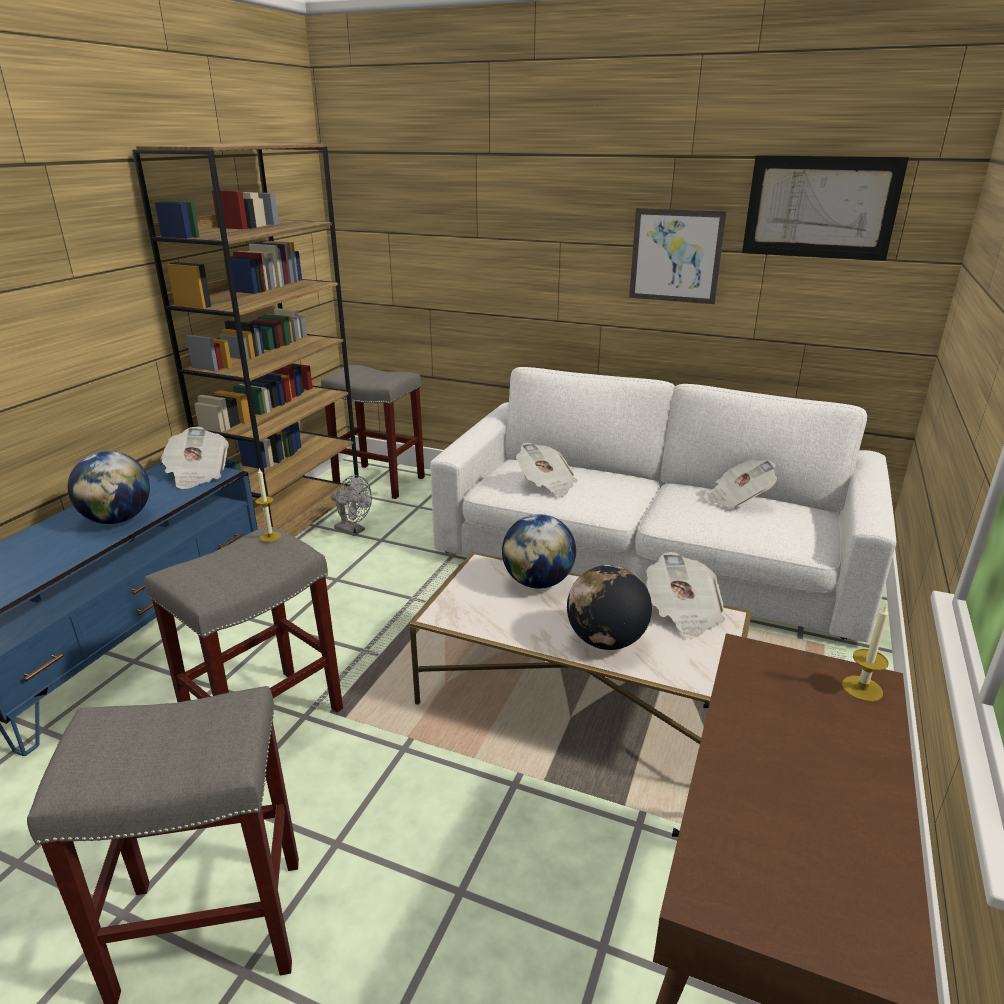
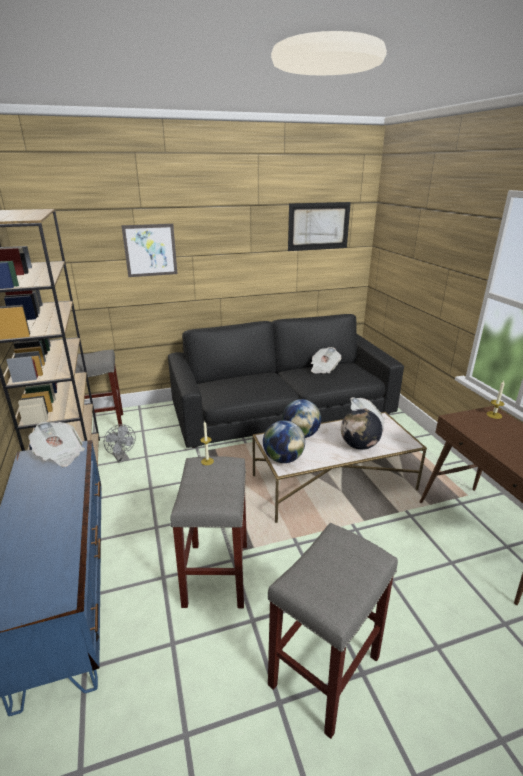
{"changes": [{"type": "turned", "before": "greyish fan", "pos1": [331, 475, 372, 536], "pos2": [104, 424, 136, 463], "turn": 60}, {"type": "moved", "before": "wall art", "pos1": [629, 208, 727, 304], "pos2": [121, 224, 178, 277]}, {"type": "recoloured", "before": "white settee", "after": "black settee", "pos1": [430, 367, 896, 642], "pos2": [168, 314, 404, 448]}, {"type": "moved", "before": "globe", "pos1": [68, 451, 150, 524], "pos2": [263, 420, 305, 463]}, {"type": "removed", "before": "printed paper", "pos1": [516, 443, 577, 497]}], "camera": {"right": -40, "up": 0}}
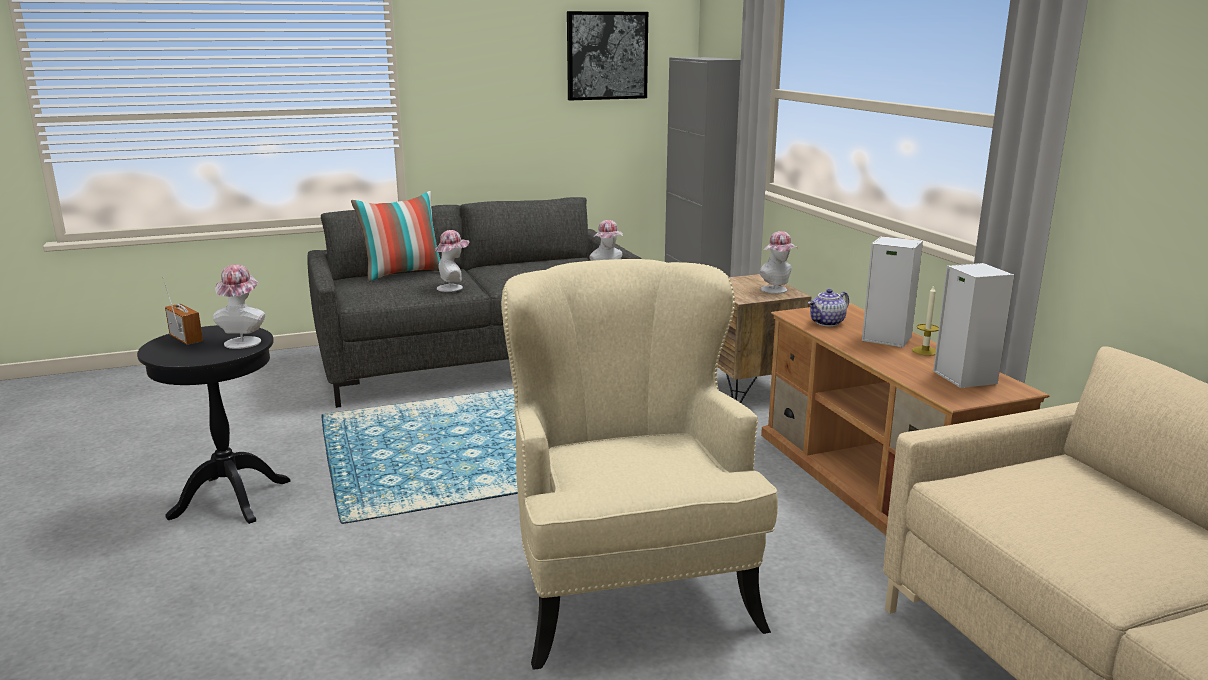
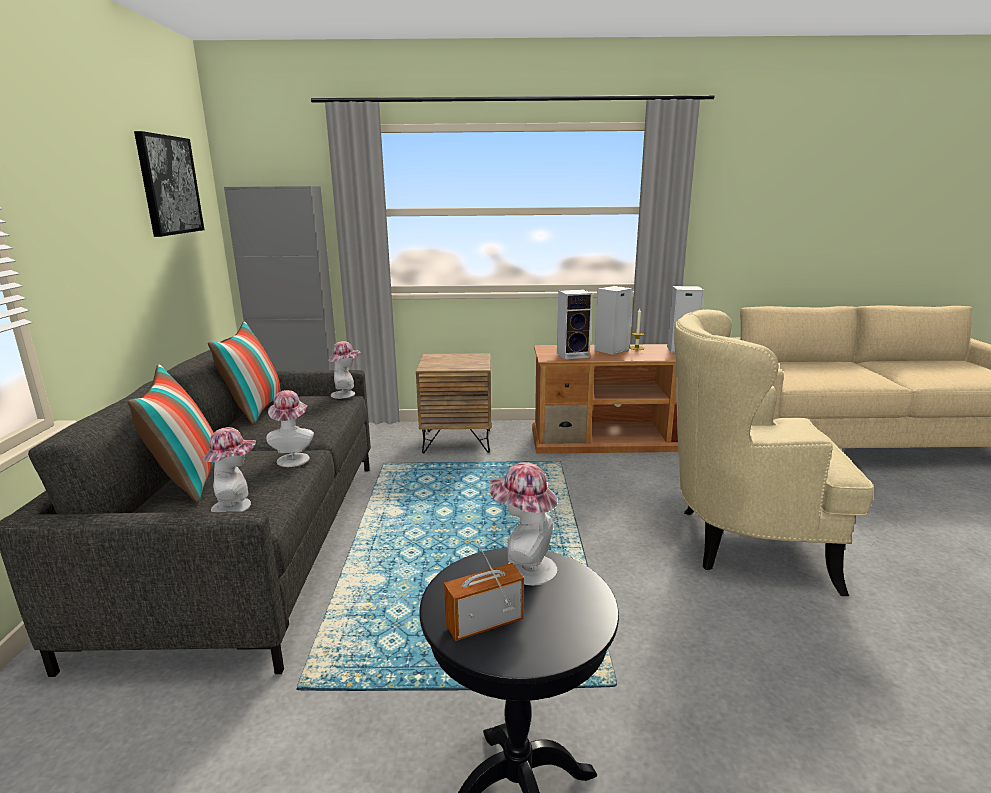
{"changes": [{"type": "moved", "before": "clothing hat", "pos1": [759, 231, 798, 294], "pos2": [203, 427, 256, 512]}, {"type": "added", "after": "throw pillow", "pos2": [208, 321, 281, 424]}, {"type": "replaced", "before": "tea pot", "after": "speaker", "pos1": [808, 289, 849, 327], "pos2": [557, 289, 593, 360]}], "camera": {"right": -70, "up": 0}}
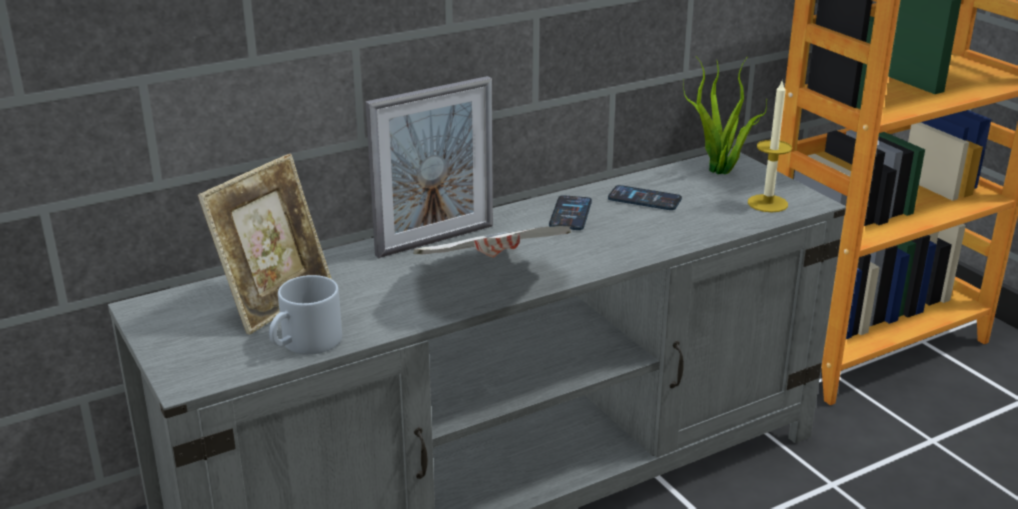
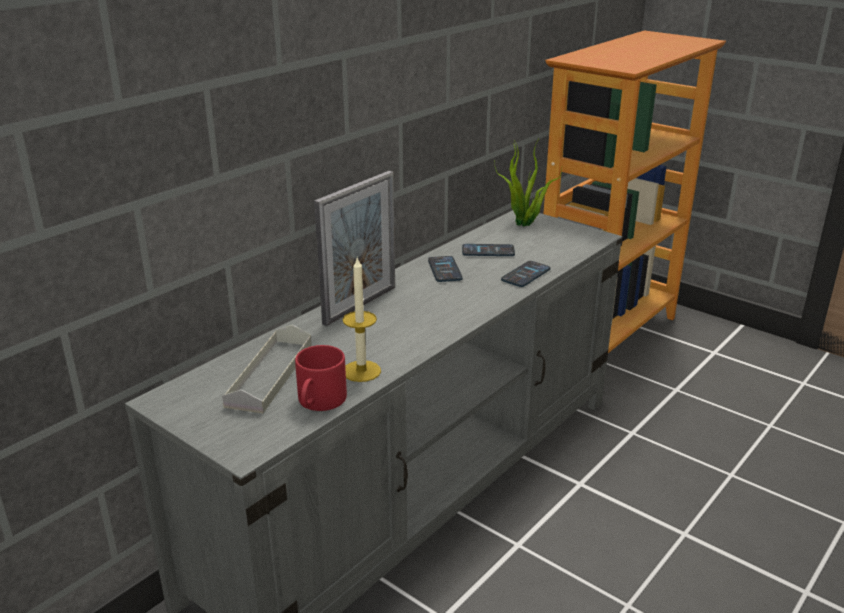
{"changes": [{"type": "replaced", "before": "picture frame", "after": "greyish tray", "pos1": [198, 153, 332, 335], "pos2": [222, 324, 312, 413]}, {"type": "recoloured", "before": "greyish coffee mug", "after": "red coffee mug", "pos1": [269, 275, 342, 355], "pos2": [295, 345, 347, 411]}, {"type": "moved", "before": "candle", "pos1": [748, 79, 792, 212], "pos2": [343, 258, 381, 382]}, {"type": "added", "after": "phone", "pos2": [501, 261, 550, 287]}, {"type": "removed", "before": "printed paper", "pos1": [413, 226, 572, 258]}], "camera": {"right": -20, "up": 0}}
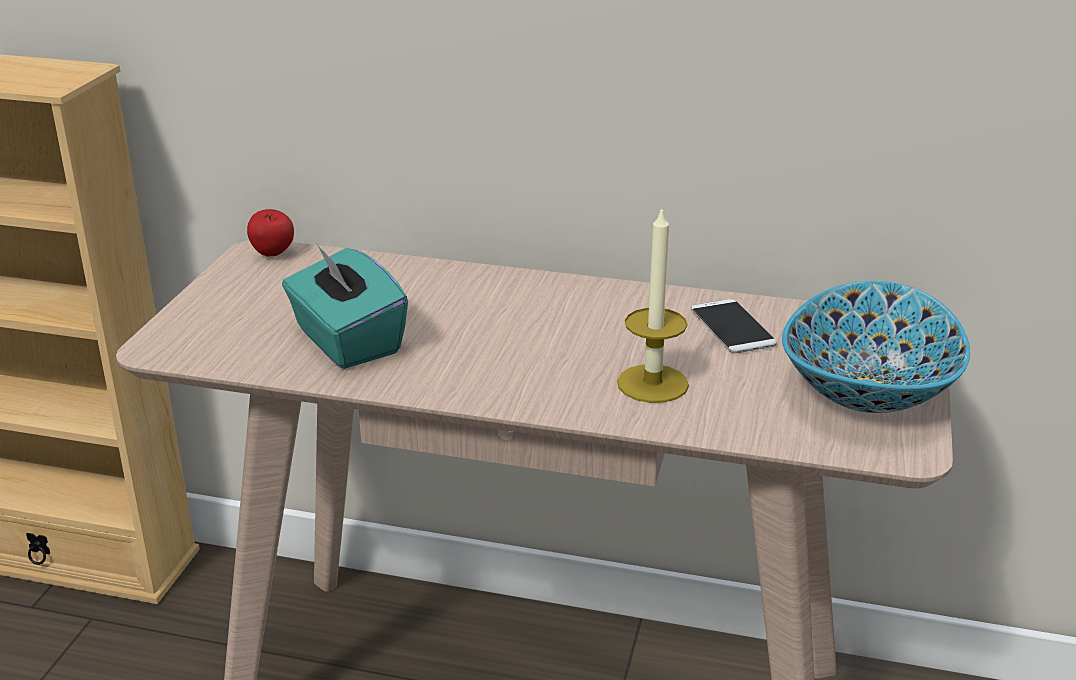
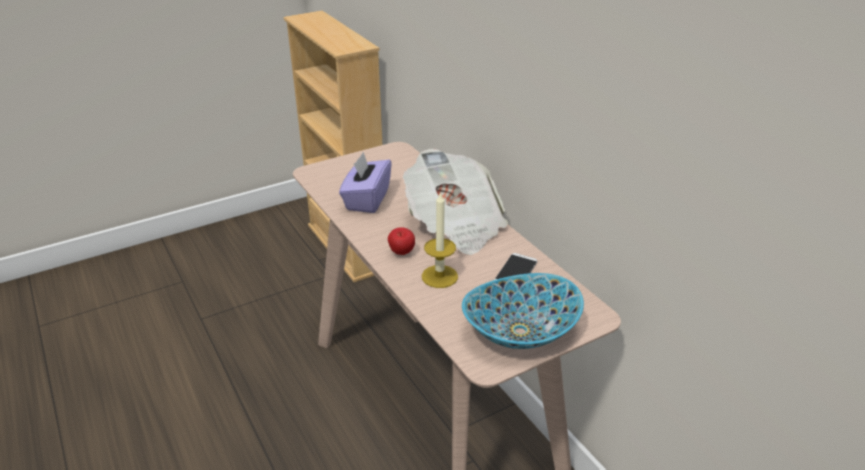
{"changes": [{"type": "recoloured", "before": "turquoise-coloured box of tissues", "after": "purple-coloured box of tissues", "pos1": [282, 242, 408, 369], "pos2": [339, 152, 392, 213]}, {"type": "moved", "before": "apple fruit", "pos1": [247, 209, 294, 256], "pos2": [388, 227, 415, 255]}, {"type": "added", "after": "printed paper", "pos2": [403, 149, 508, 255]}], "camera": {"right": 45, "up": 5}}
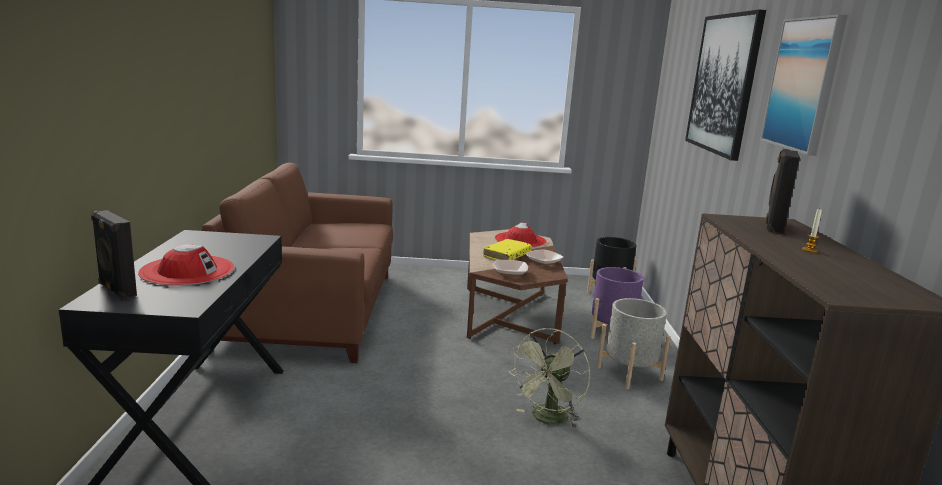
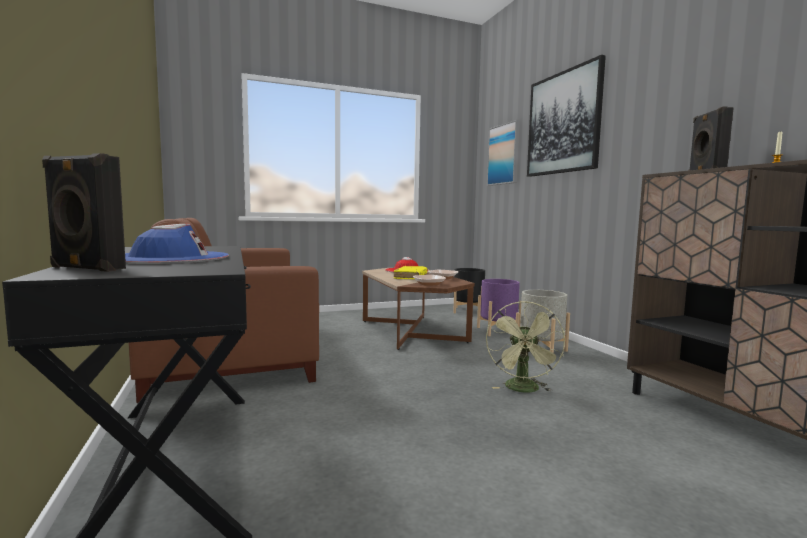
{"changes": [{"type": "recoloured", "before": "red clothing hat", "after": "blue-coloured clothing hat", "pos1": [138, 244, 235, 286], "pos2": [125, 224, 229, 264]}, {"type": "moved", "before": "wall art", "pos1": [760, 14, 848, 156], "pos2": [487, 120, 520, 186]}], "camera": {"right": -20, "up": -10}}
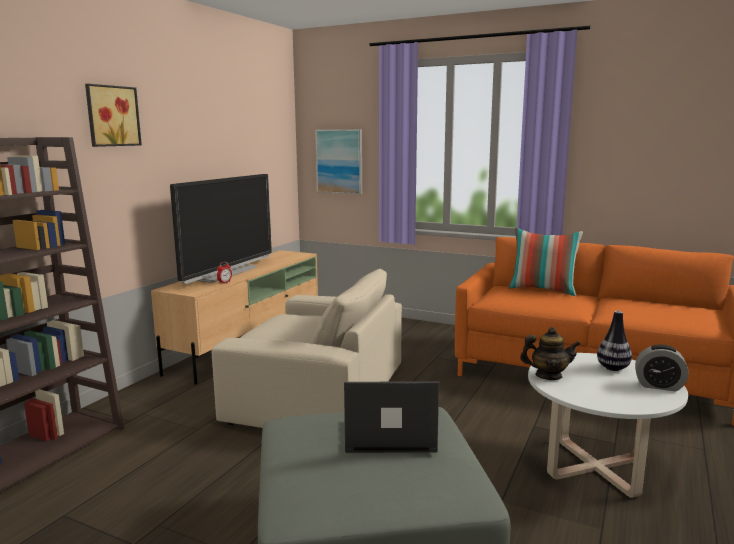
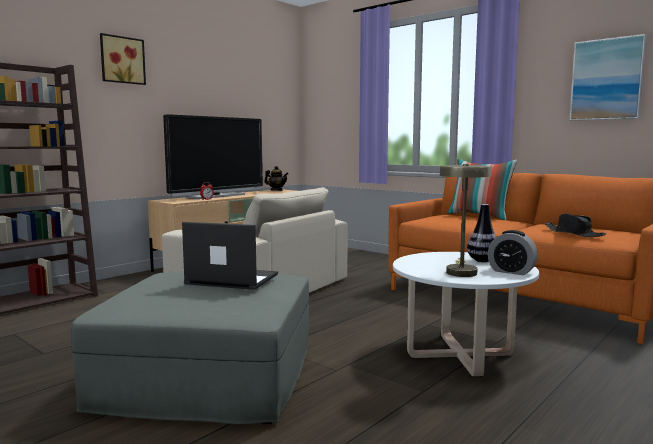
{"changes": [{"type": "moved", "before": "tea pot", "pos1": [520, 327, 581, 380], "pos2": [264, 166, 288, 191]}, {"type": "added", "after": "beige tabletop lamp", "pos2": [440, 164, 492, 277]}, {"type": "added", "after": "black clothing hat", "pos2": [545, 213, 606, 237]}, {"type": "moved", "before": "wall art", "pos1": [315, 129, 362, 194], "pos2": [569, 34, 647, 121]}], "camera": {"right": 15, "up": -5}}
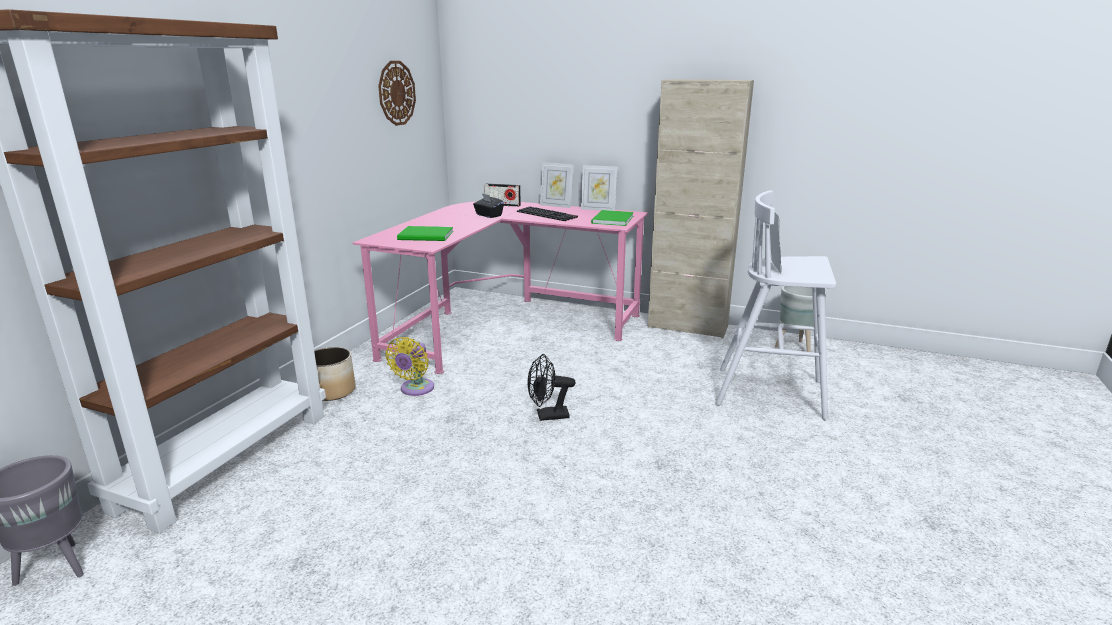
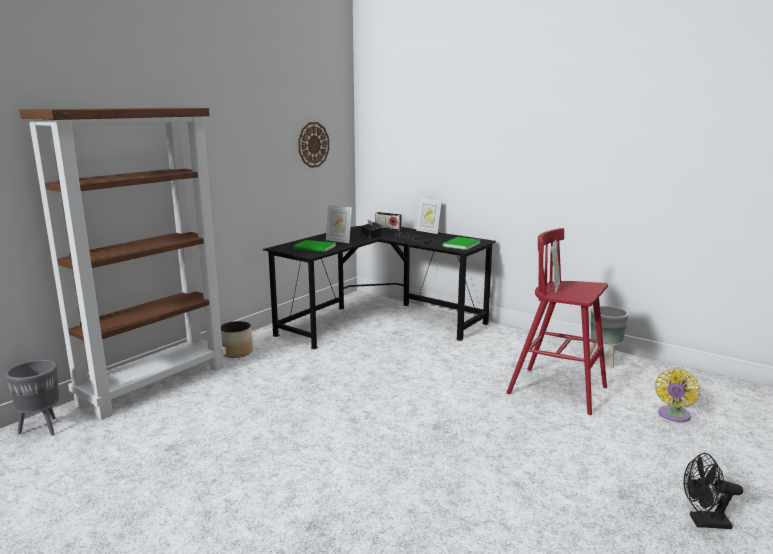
{"changes": [{"type": "recoloured", "before": "pink-coloured desk", "after": "black desk", "pos1": [352, 201, 648, 374], "pos2": [263, 226, 496, 349]}, {"type": "moved", "before": "picture frame", "pos1": [581, 165, 617, 211], "pos2": [326, 205, 352, 243]}, {"type": "recoloured", "before": "white stool", "after": "red stool", "pos1": [715, 191, 836, 421], "pos2": [506, 228, 608, 415]}, {"type": "moved", "before": "yellow fan", "pos1": [386, 337, 434, 396], "pos2": [655, 369, 700, 422]}, {"type": "moved", "before": "black fan", "pos1": [528, 354, 576, 421], "pos2": [683, 453, 743, 529]}, {"type": "removed", "before": "beige cabinet", "pos1": [648, 79, 754, 339]}], "camera": {"right": 15, "up": -5}}
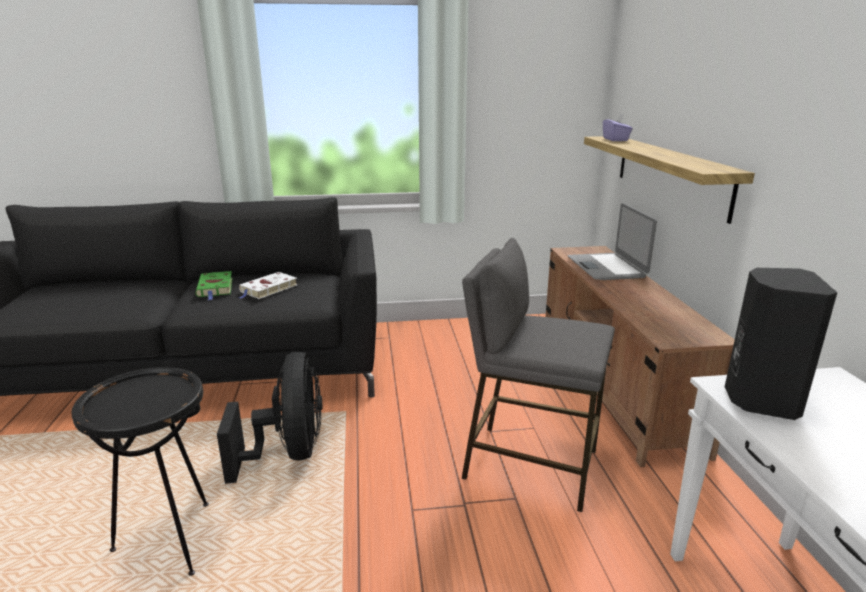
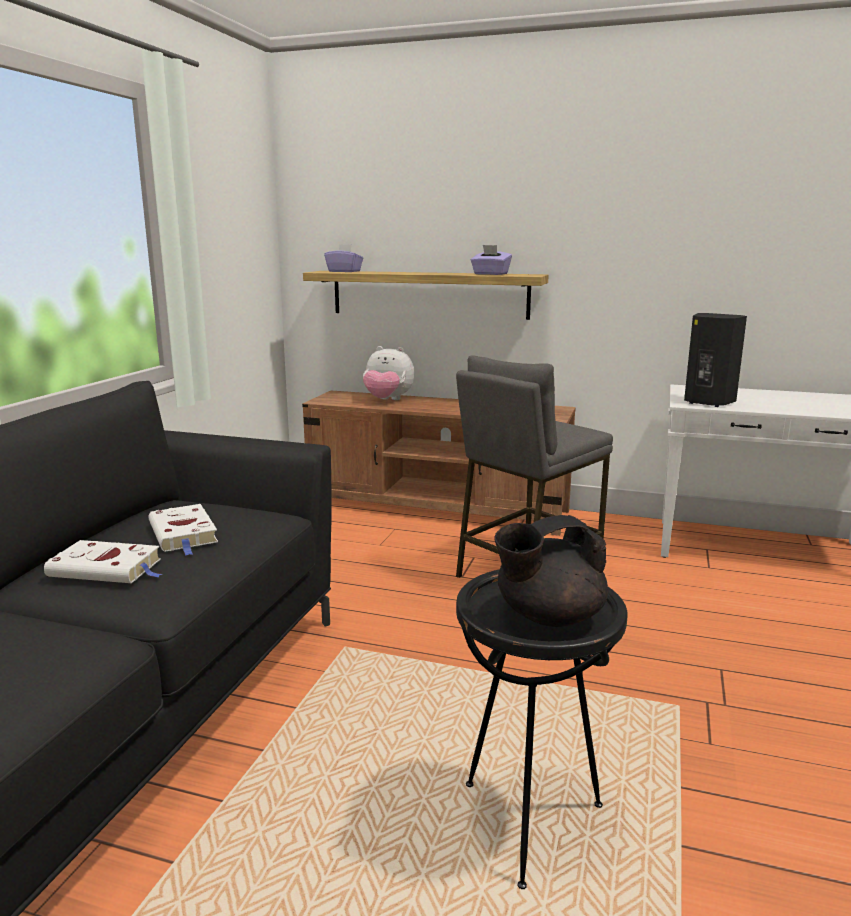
{"changes": [{"type": "recoloured", "before": "green book", "after": "white book", "pos1": [195, 271, 233, 300], "pos2": [44, 540, 162, 583]}, {"type": "replaced", "before": "portable computer", "after": "soft toy", "pos1": [568, 203, 657, 280], "pos2": [363, 346, 415, 400]}, {"type": "added", "after": "purple-coloured box of tissues", "pos2": [471, 245, 512, 275]}, {"type": "added", "after": "black tea pot", "pos2": [494, 515, 608, 627]}, {"type": "removed", "before": "black fan", "pos1": [217, 352, 322, 484]}], "camera": {"right": -65, "up": -5}}
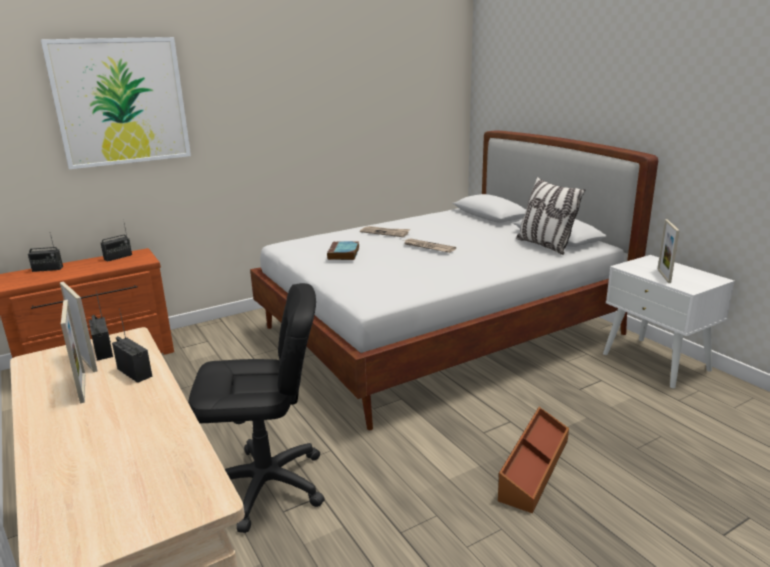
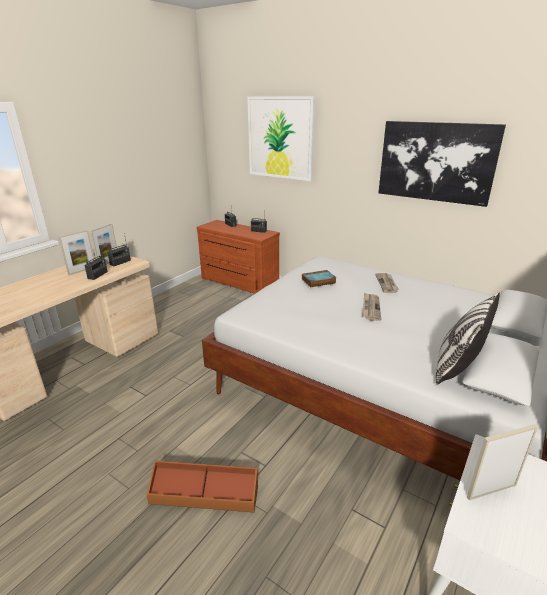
{"changes": [{"type": "added", "after": "wall art", "pos2": [378, 121, 506, 207]}, {"type": "removed", "before": "black computer chair", "pos1": [188, 283, 325, 533]}], "camera": {"right": 65, "up": 5}}
